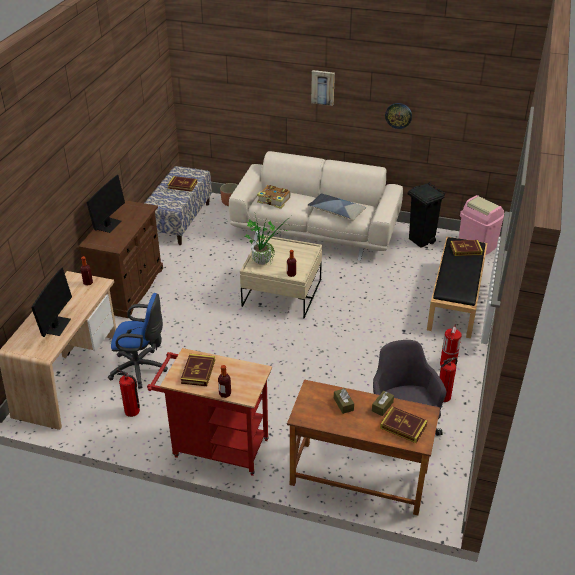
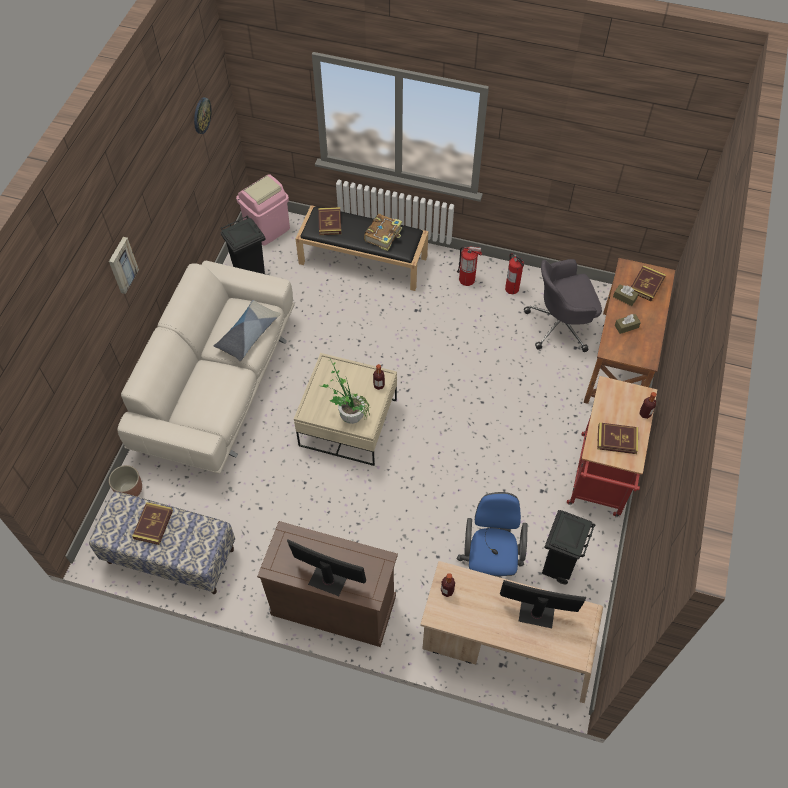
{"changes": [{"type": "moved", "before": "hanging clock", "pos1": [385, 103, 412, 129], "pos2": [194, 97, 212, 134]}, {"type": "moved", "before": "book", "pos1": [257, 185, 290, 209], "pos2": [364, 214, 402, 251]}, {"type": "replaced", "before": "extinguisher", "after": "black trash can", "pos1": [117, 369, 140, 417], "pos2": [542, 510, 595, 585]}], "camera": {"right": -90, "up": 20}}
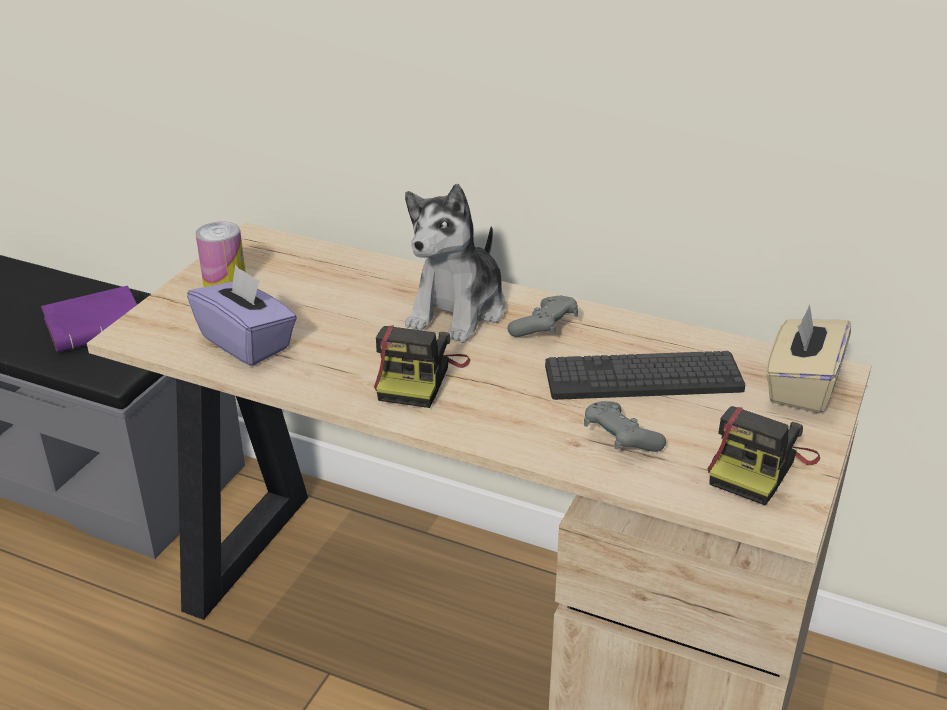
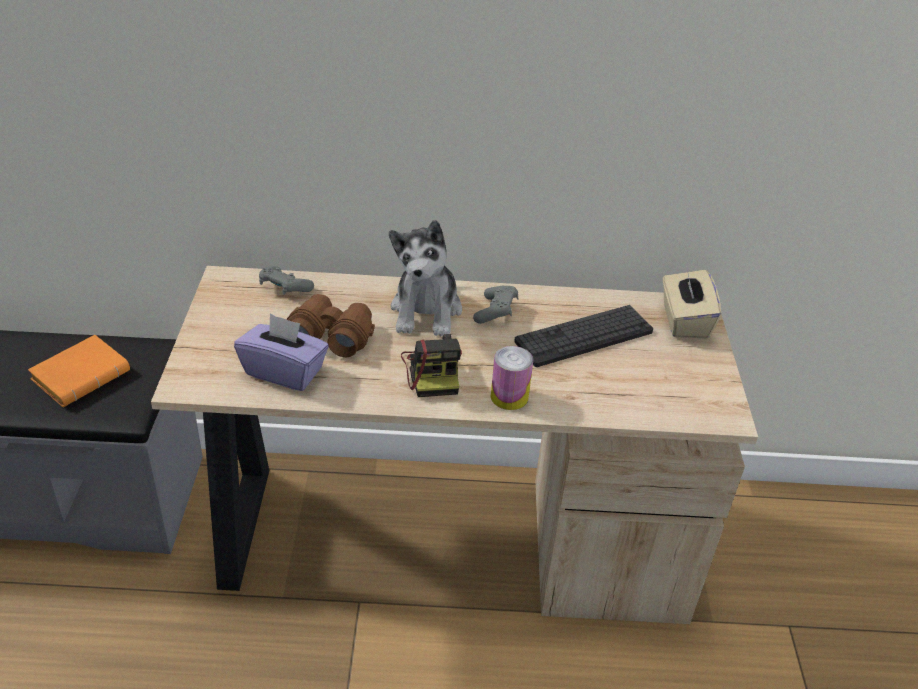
{"changes": [{"type": "recoloured", "before": "purple-coloured book", "after": "orange-coloured book", "pos1": [41, 286, 137, 352], "pos2": [28, 335, 130, 407]}, {"type": "moved", "before": "greyish joypad", "pos1": [584, 401, 666, 452], "pos2": [259, 266, 314, 295]}, {"type": "added", "after": "brown pair of binoculars", "pos2": [287, 294, 375, 357]}, {"type": "moved", "before": "can", "pos1": [196, 221, 246, 287], "pos2": [491, 346, 533, 410]}, {"type": "removed", "before": "still camera", "pos1": [707, 406, 820, 506]}], "camera": {"right": -25, "up": 5}}
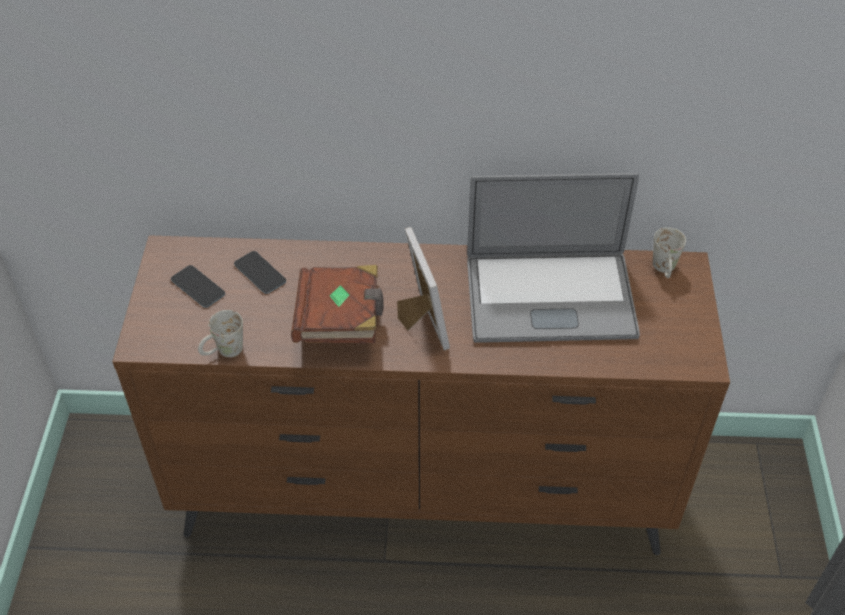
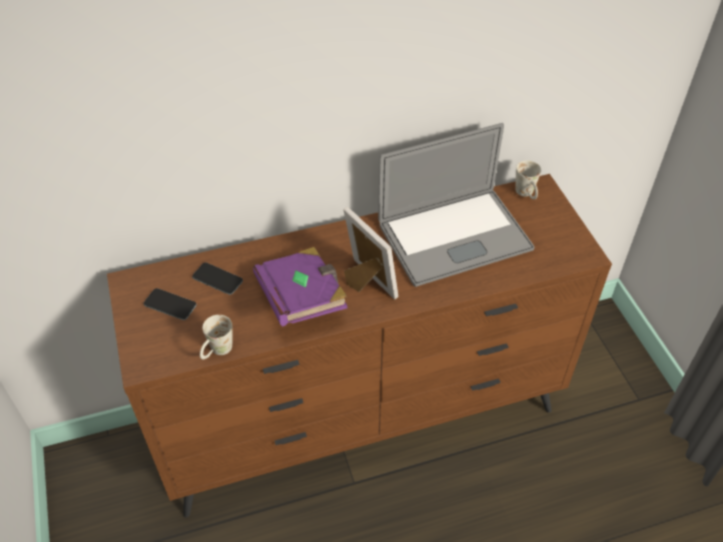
{"changes": [{"type": "recoloured", "before": "brown book", "after": "purple-coloured book", "pos1": [291, 265, 384, 343], "pos2": [253, 247, 348, 326]}], "camera": {"right": -20, "up": 0}}
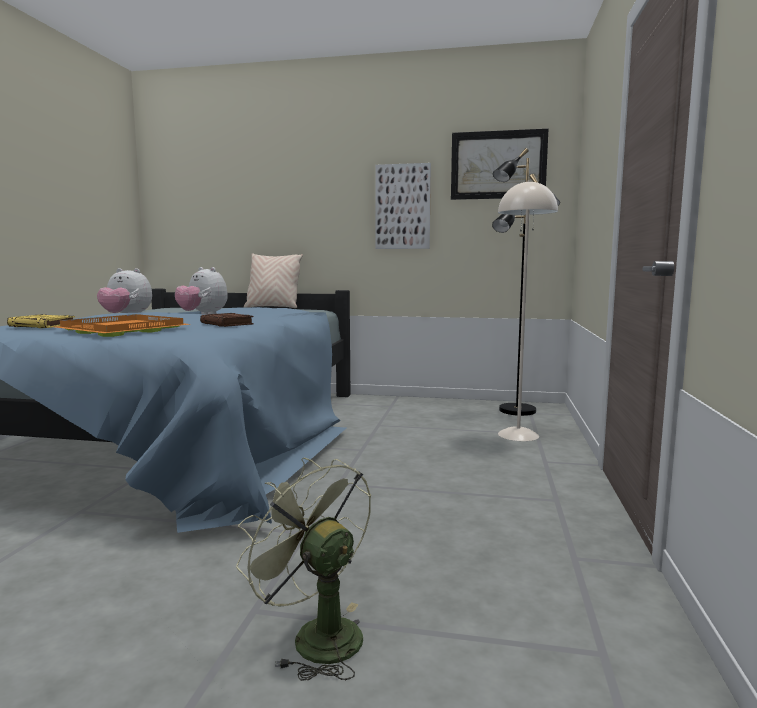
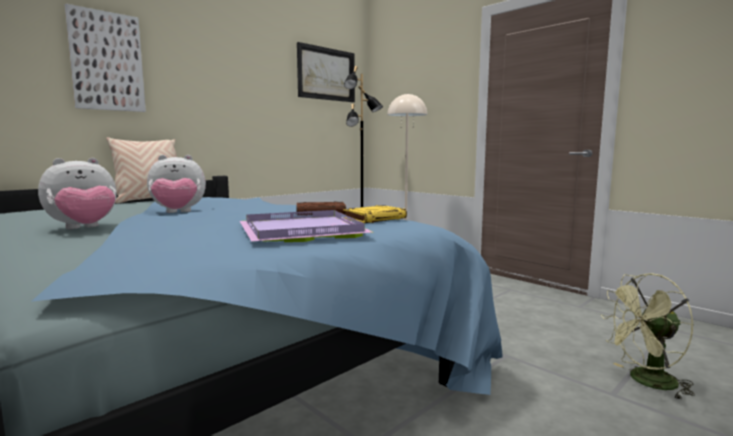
{"changes": [{"type": "moved", "before": "wall art", "pos1": [375, 163, 431, 249], "pos2": [65, 3, 146, 112]}, {"type": "recoloured", "before": "orange-coloured tray", "after": "purple-coloured tray", "pos1": [56, 314, 189, 337], "pos2": [240, 210, 373, 242]}, {"type": "moved", "before": "yellow book", "pos1": [7, 314, 75, 328], "pos2": [343, 205, 407, 223]}], "camera": {"right": -55, "up": 0}}
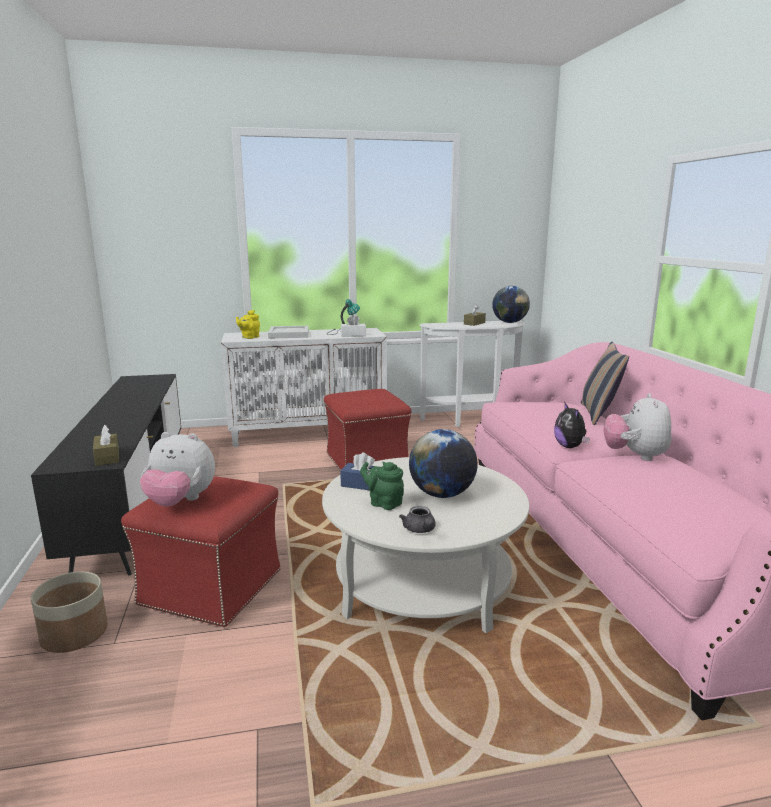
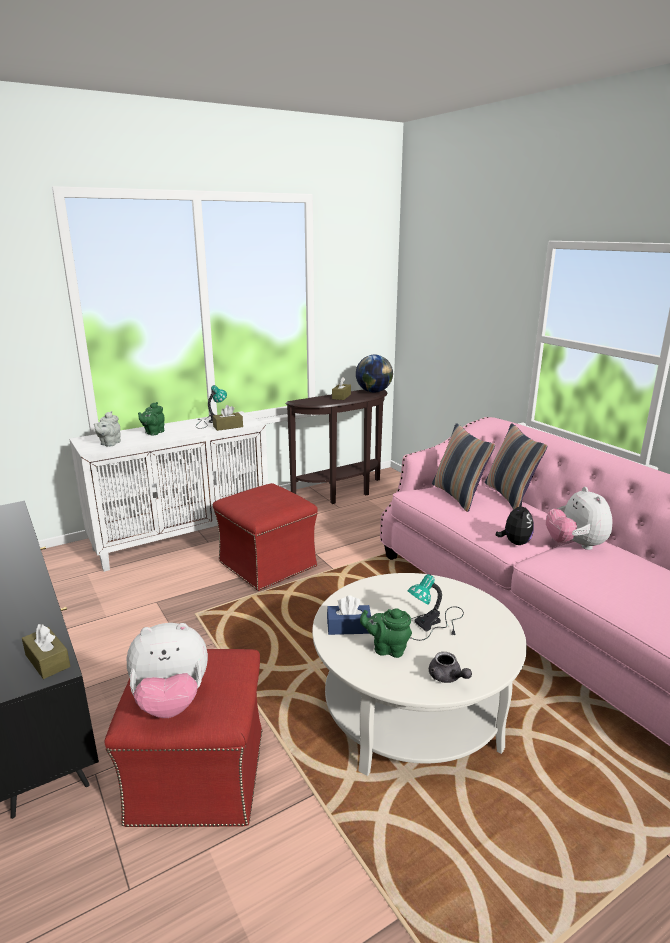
{"changes": [{"type": "recoloured", "before": "yellow tea pot", "after": "greyish tea pot", "pos1": [236, 310, 260, 339], "pos2": [94, 411, 121, 447]}, {"type": "replaced", "before": "white tray", "after": "green tea pot", "pos1": [268, 326, 309, 339], "pos2": [138, 402, 165, 435]}, {"type": "recoloured", "before": "white box of tissues", "after": "brown box of tissues", "pos1": [341, 315, 366, 337], "pos2": [212, 405, 243, 431]}, {"type": "recoloured", "before": "white console table", "after": "brown console table", "pos1": [419, 320, 525, 427], "pos2": [285, 389, 387, 504]}, {"type": "replaced", "before": "globe", "after": "tabletop lamp", "pos1": [409, 429, 478, 498], "pos2": [407, 574, 464, 641]}, {"type": "added", "after": "throw pillow", "pos2": [432, 423, 495, 512]}, {"type": "turned", "before": "soft toy", "pos1": [554, 403, 590, 448], "pos2": [496, 500, 534, 545], "turn": -135}, {"type": "removed", "before": "flower pot", "pos1": [31, 571, 108, 653]}], "camera": {"right": -20, "up": 5}}
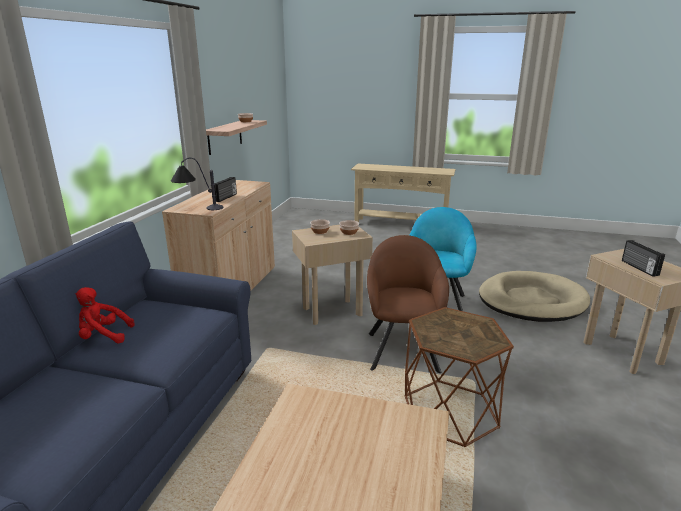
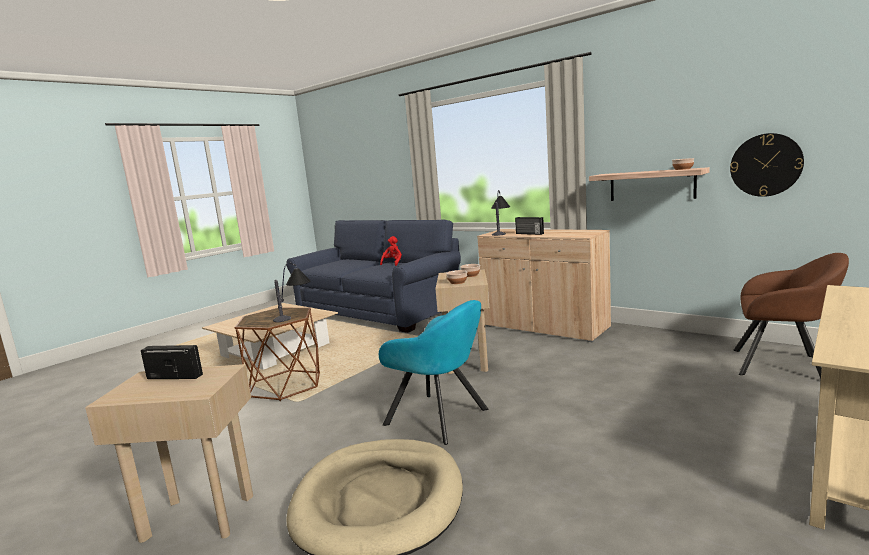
{"changes": [{"type": "added", "after": "tabletop lamp", "pos2": [273, 263, 310, 322]}, {"type": "added", "after": "hanging clock", "pos2": [730, 133, 804, 197]}, {"type": "moved", "before": "brown armchair", "pos1": [367, 235, 449, 373], "pos2": [734, 253, 849, 378]}], "camera": {"right": 115, "up": -10}}
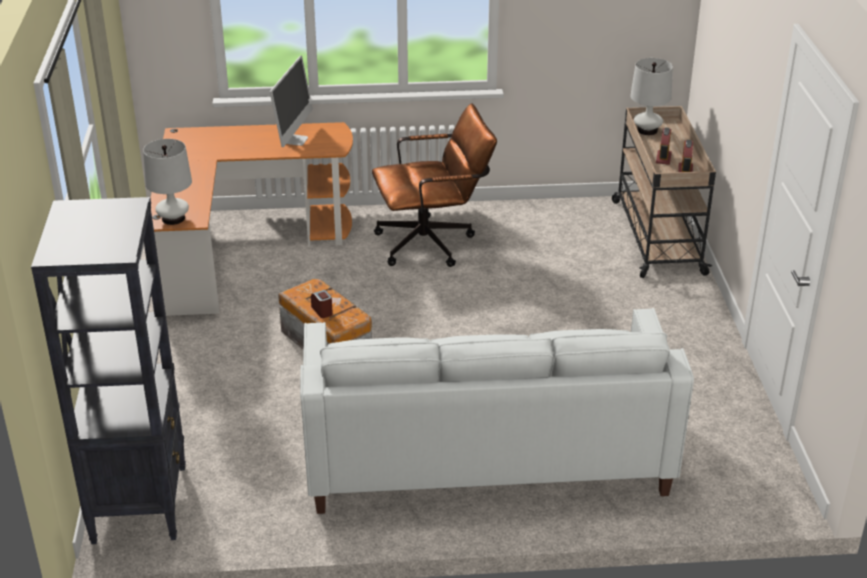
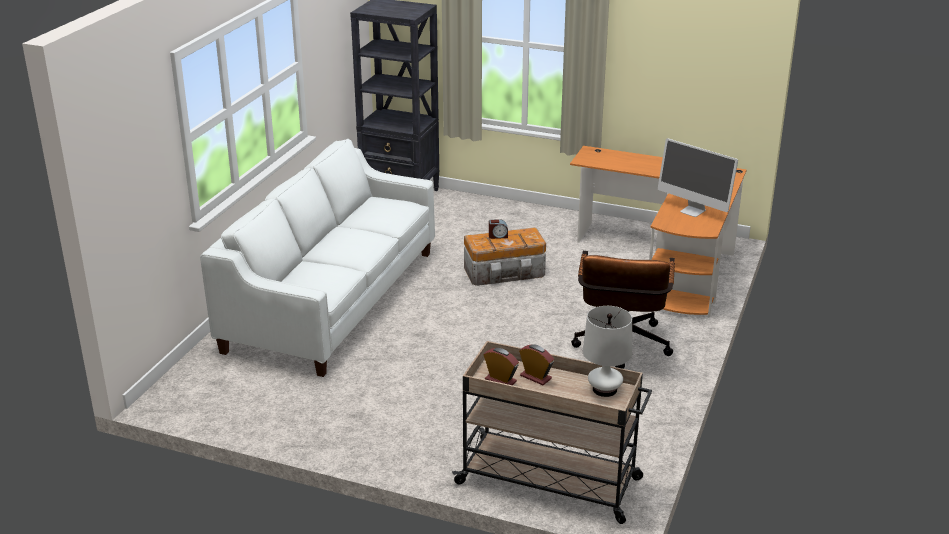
{"changes": [{"type": "removed", "before": "white tabletop lamp", "pos1": [143, 139, 192, 225]}], "camera": {"right": 115, "up": -5}}
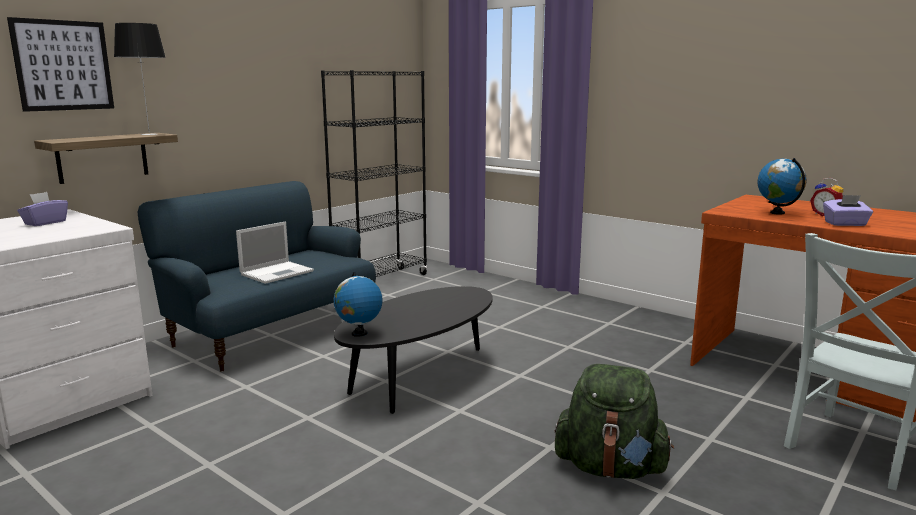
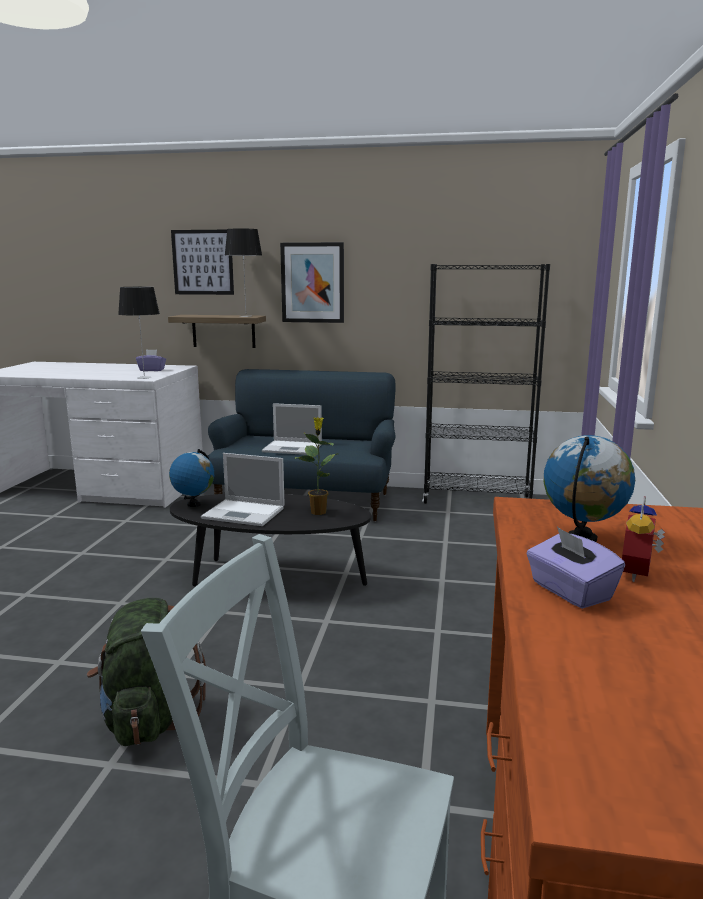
{"changes": [{"type": "added", "after": "tabletop lamp", "pos2": [118, 287, 160, 379]}, {"type": "added", "after": "portable computer", "pos2": [201, 453, 285, 526]}, {"type": "added", "after": "wall art", "pos2": [280, 242, 344, 323]}, {"type": "added", "after": "plant in a pot", "pos2": [295, 417, 337, 515]}], "camera": {"right": 60, "up": 0}}
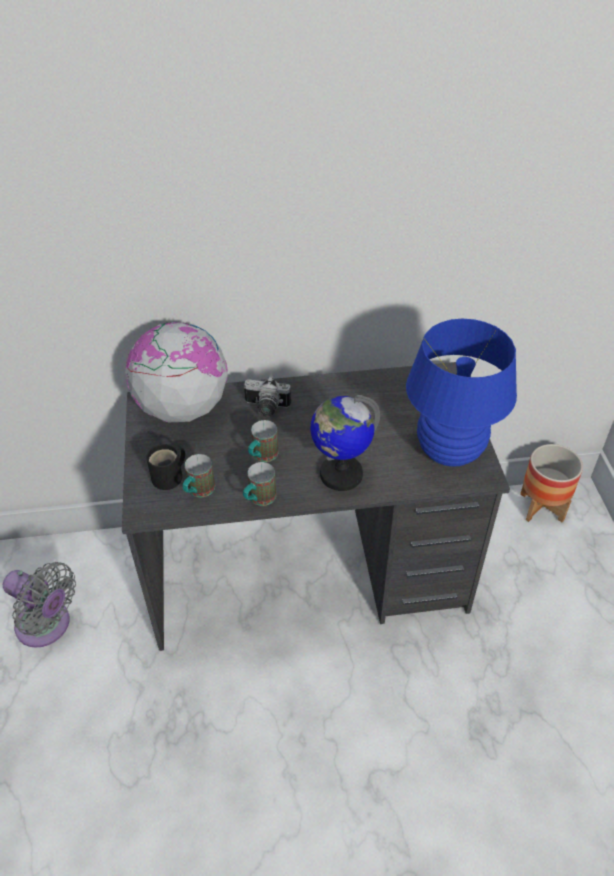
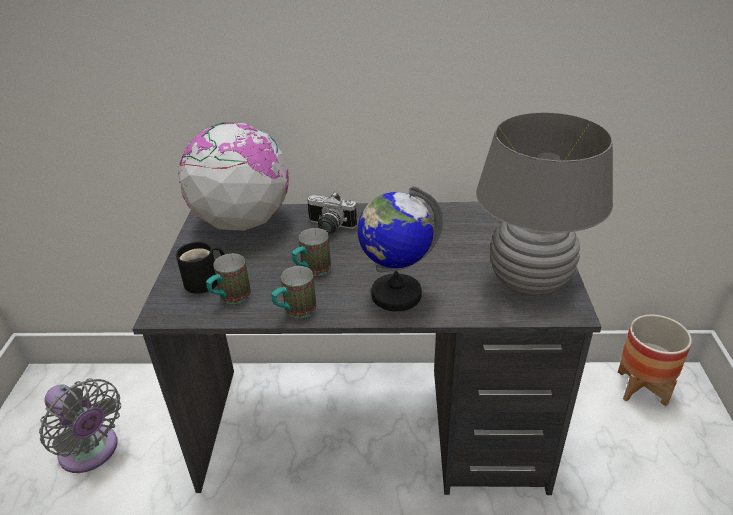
{"changes": [{"type": "recoloured", "before": "blue-coloured tabletop lamp", "after": "greyish tabletop lamp", "pos1": [406, 319, 517, 467], "pos2": [476, 112, 613, 296]}], "camera": {"right": 10, "up": -10}}
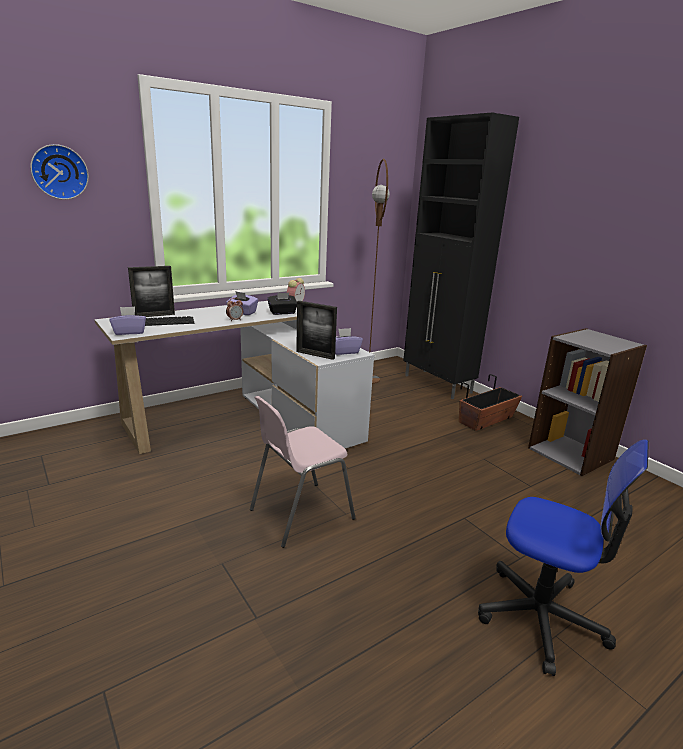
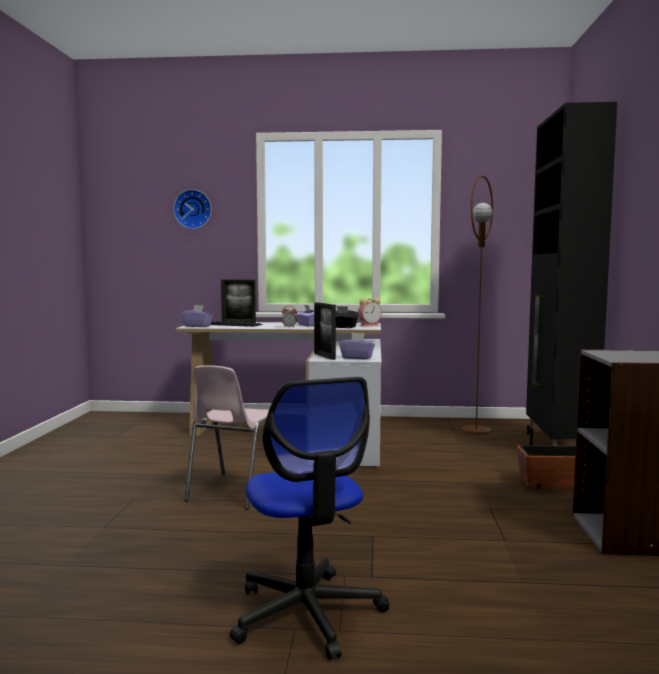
{"changes": [{"type": "turned", "before": "pink-coloured upright chair", "pos1": [250, 396, 355, 548], "pos2": [185, 365, 269, 510], "turn": -75}], "camera": {"right": 40, "up": -15}}
